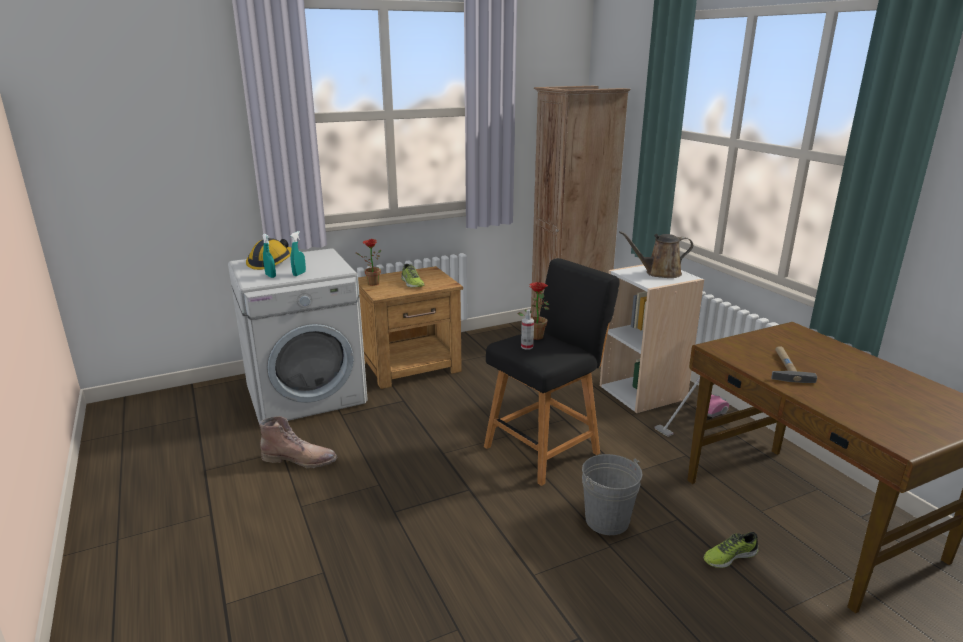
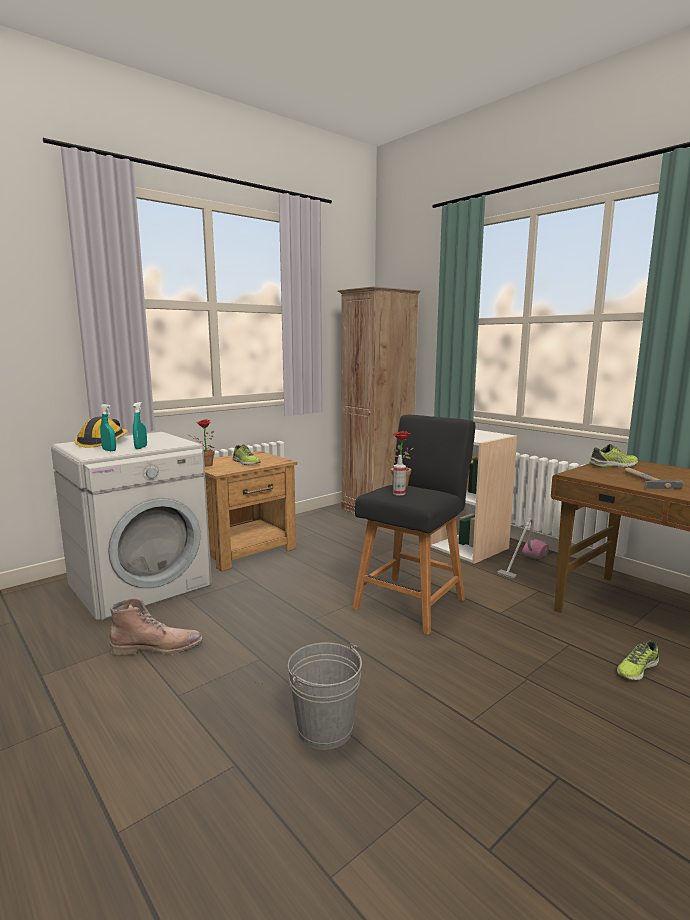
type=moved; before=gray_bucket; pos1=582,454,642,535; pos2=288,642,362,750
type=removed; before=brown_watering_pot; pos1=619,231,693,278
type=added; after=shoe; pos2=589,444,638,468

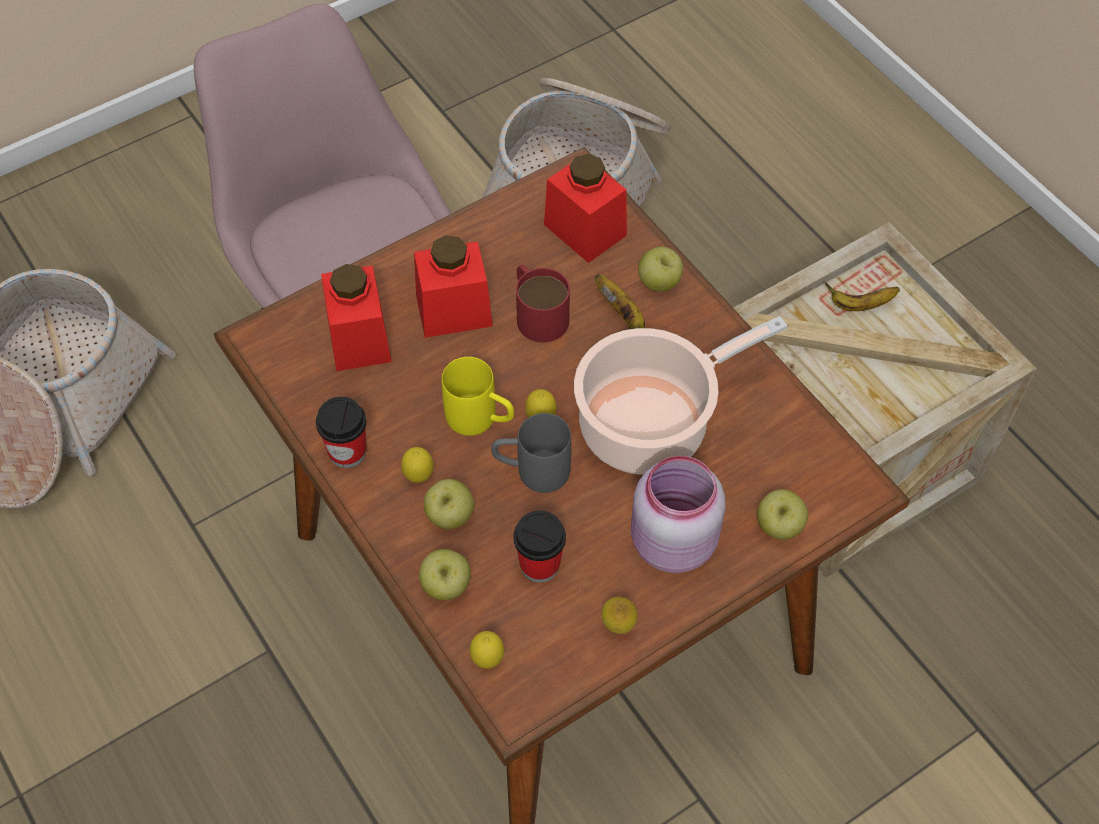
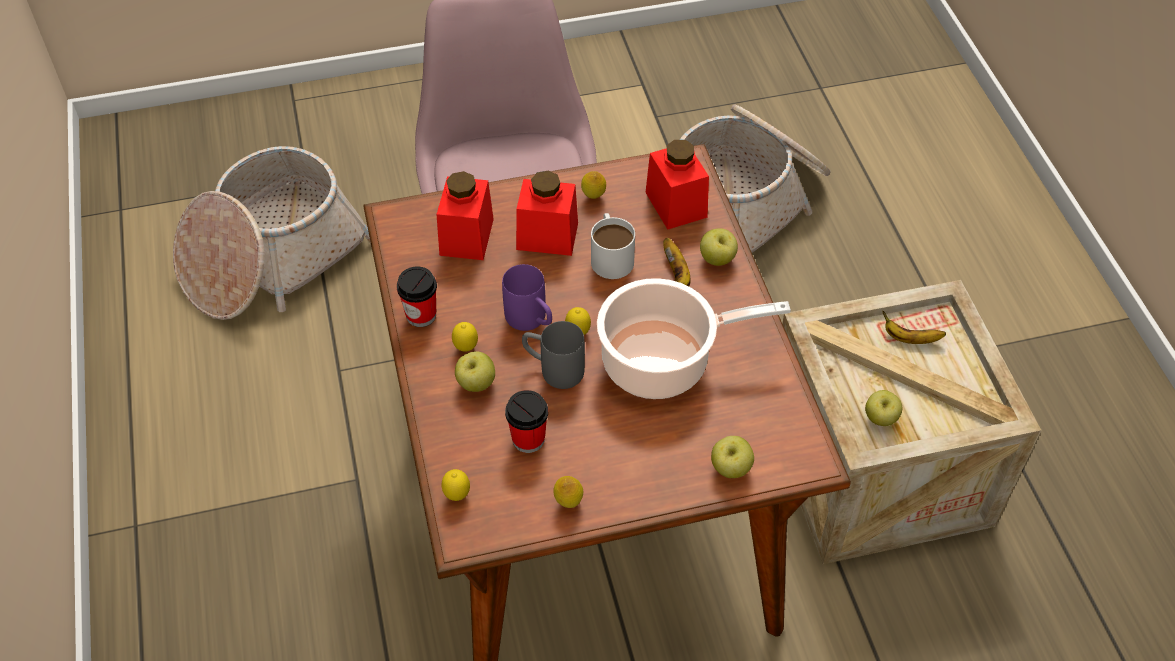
type=moved; before=apple_fruit; pos1=419,549,471,600; pos2=865,390,902,426
type=recoloured; before=yellow_coffee_mug; after=purple-coloured_coffee_mug; pos1=442,357,514,436; pos2=502,264,552,331
type=recoloured; before=reddish_coffee_mug; after=white-coloured_coffee_mug; pos1=516,265,570,342; pos2=591,213,635,279
type=removed; before=pink-coloured_storage_jar; pos1=631,456,725,573
type=added; after=lemon; pos2=581,171,606,199

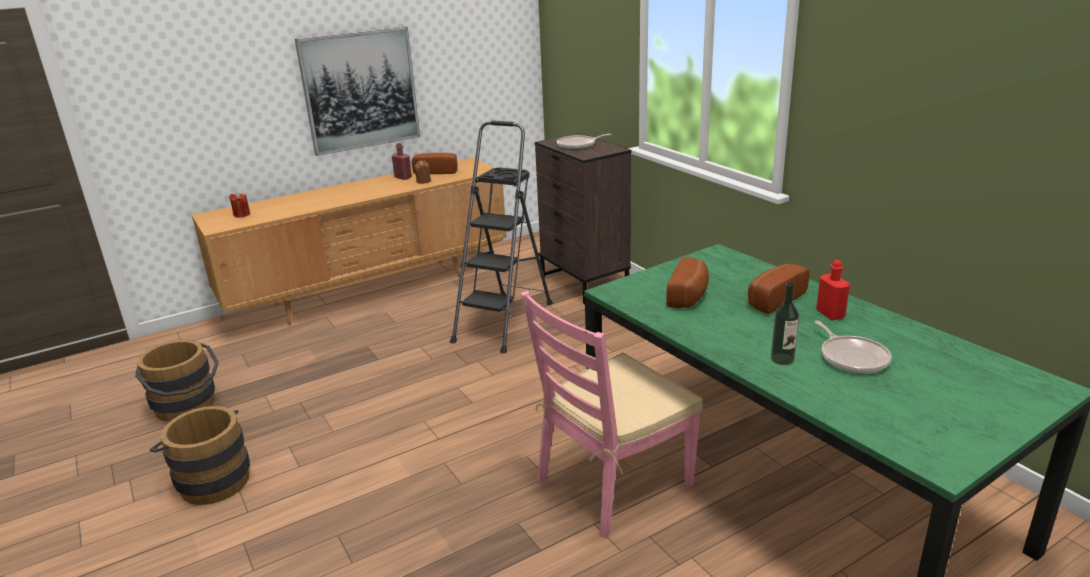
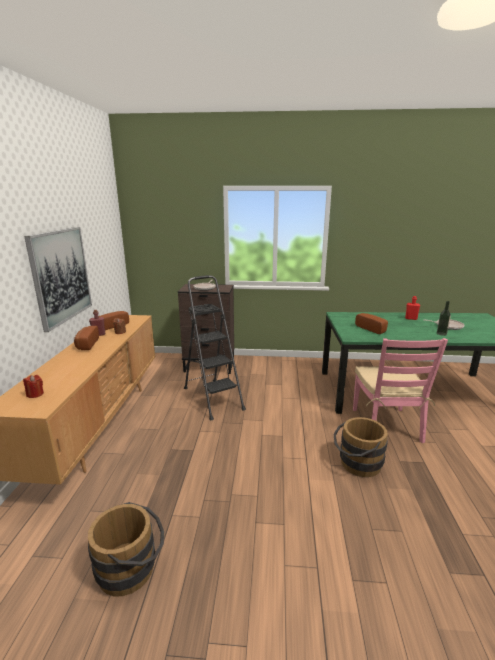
type=moved; before=brown_bucket; pos1=149,406,250,505; pos2=334,417,388,477
type=moved; before=baked_bread; pos1=748,264,809,314; pos2=74,326,99,350

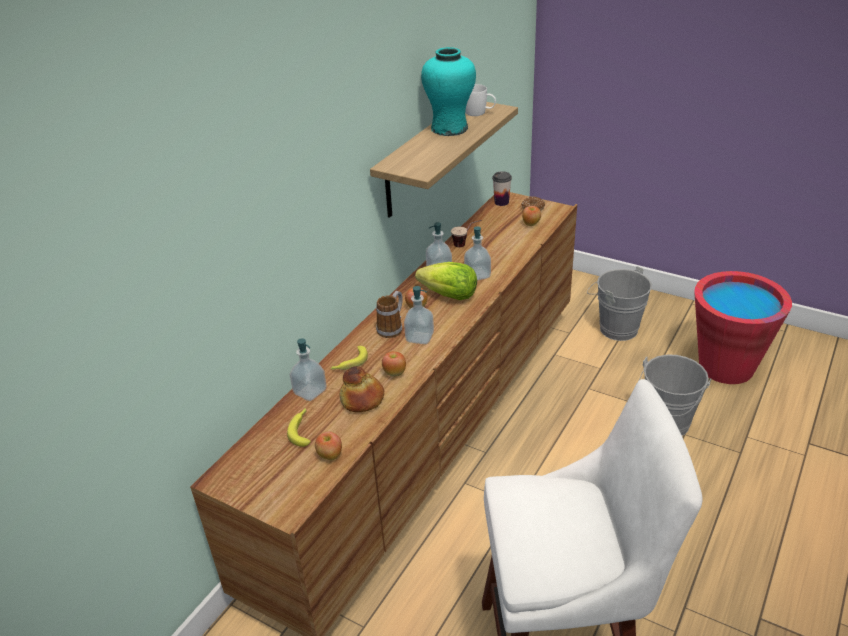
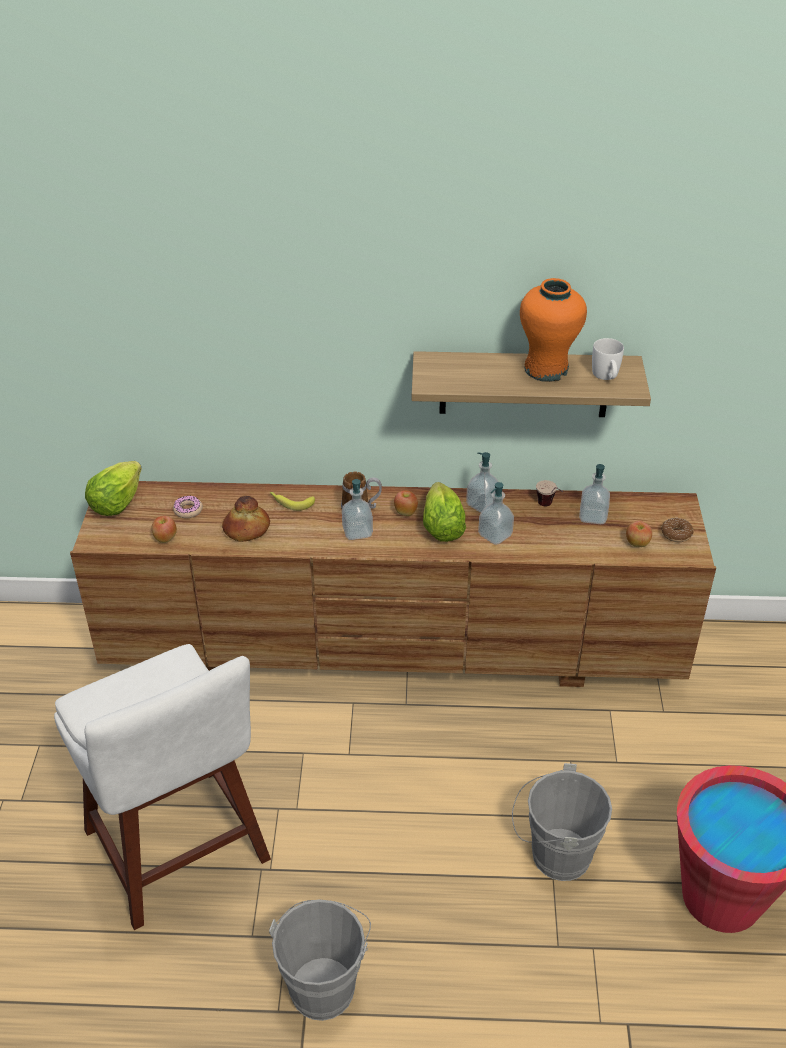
type=replaced; before=banana; after=doughnut; pos1=287,408,311,447; pos2=173,495,203,518
type=moved; before=soap_bottle; pos1=290,338,326,401; pos2=579,464,610,524
type=removed; before=apple_fruit; pos1=382,351,406,377
type=recoloured; before=turquoise-coloured_decorative_vase; after=orange_decorative_vase; pos1=421,47,476,136; pos2=520,278,587,382
type=removed; before=small_cup; pos1=492,171,512,206
type=moved; before=gray_bucket; pos1=587,266,652,341; pos2=269,899,371,1021
type=added; after=lettuce_head; pos2=85,461,142,516

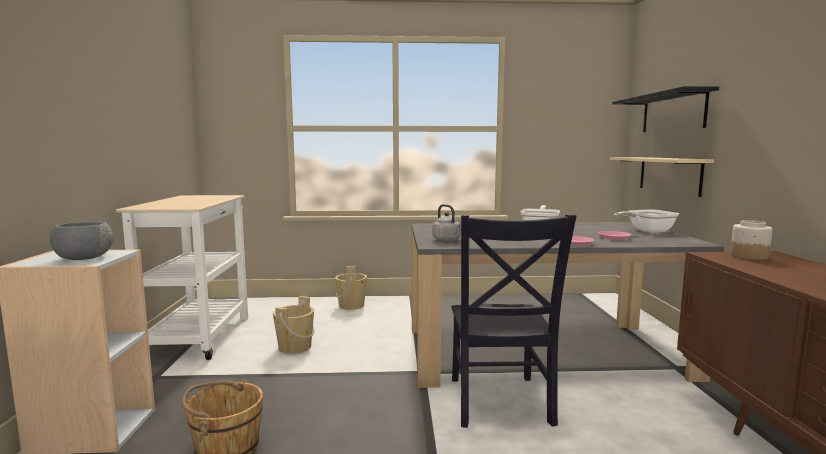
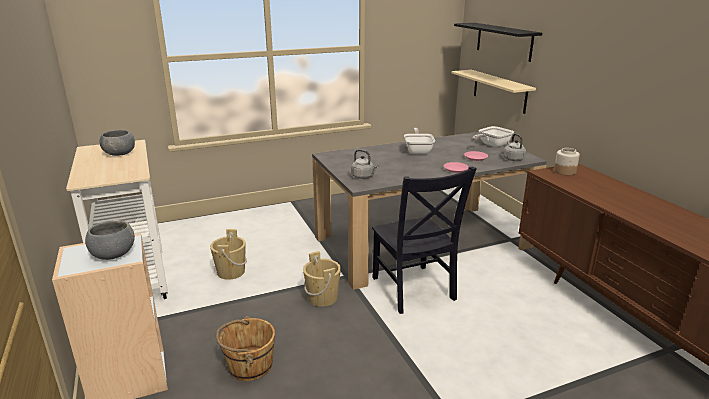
type=moved; before=beige-coloured_bucket; pos1=335,266,367,310; pos2=303,251,341,307
type=added; after=gray_deep_dish; pos2=99,130,135,156
type=added; after=gray_water_kettle; pos2=504,134,526,161

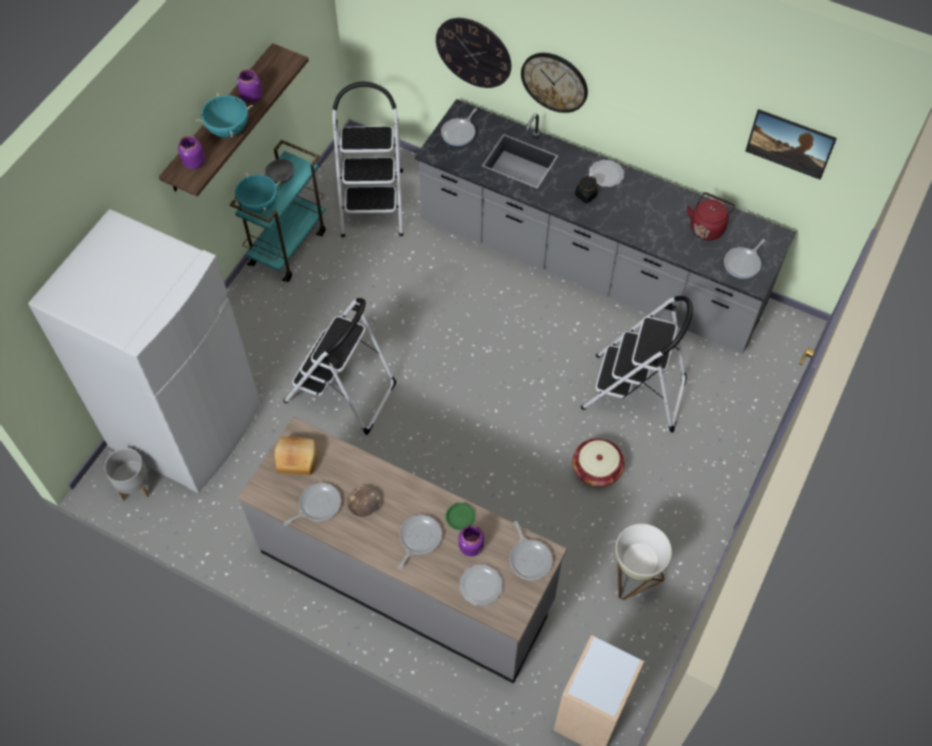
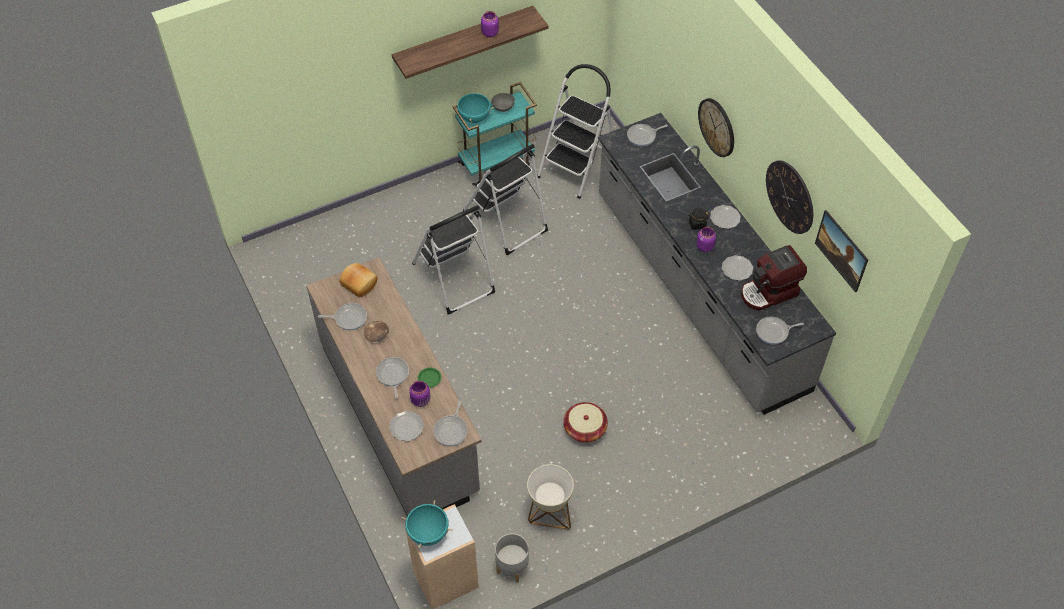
type=removed; before=white-coloured_kitchen_fridge; pos1=28,209,261,494
type=moved; before=gray_flower_pot; pos1=104,448,150,501; pos2=495,533,529,583
type=moved; before=purple-coloured_storage_jar; pos1=178,136,205,169; pos2=696,227,716,252
type=moved; before=turquoise-coloured_saucepot; pos1=196,93,253,138; pos2=401,500,453,548
type=turned; before=frying_pan; pos1=398,515,442,570; pos2=376,357,409,399; turn=-75
type=moved; before=wall_clock; pos1=436,18,511,88; pos2=766,160,813,234
type=moved; before=step_ladder; pos1=581,296,693,433; pos2=463,144,548,255
type=replaced; before=reddish_water_kettle; after=coffee_maker; pos1=687,192,735,240; pos2=741,245,807,310
type=added; after=plate; pos2=722,255,753,281

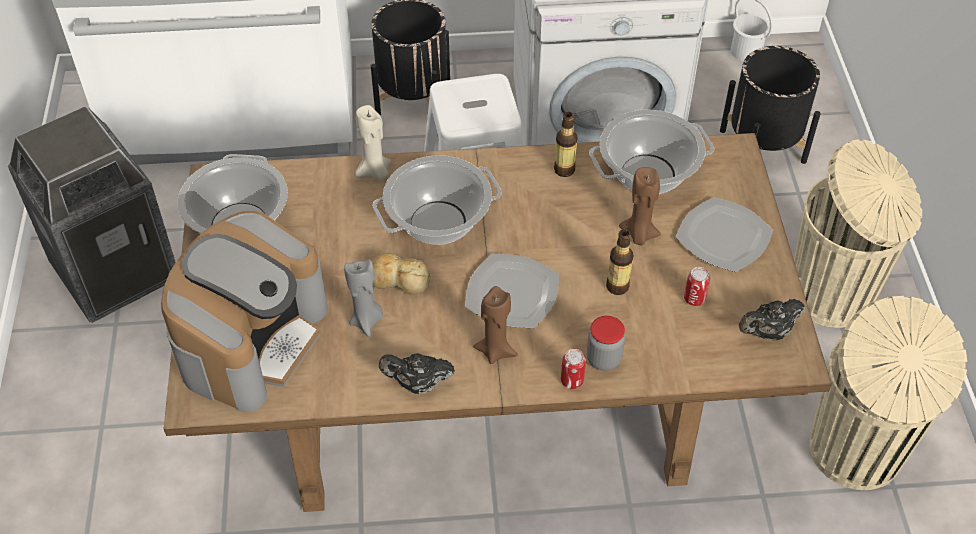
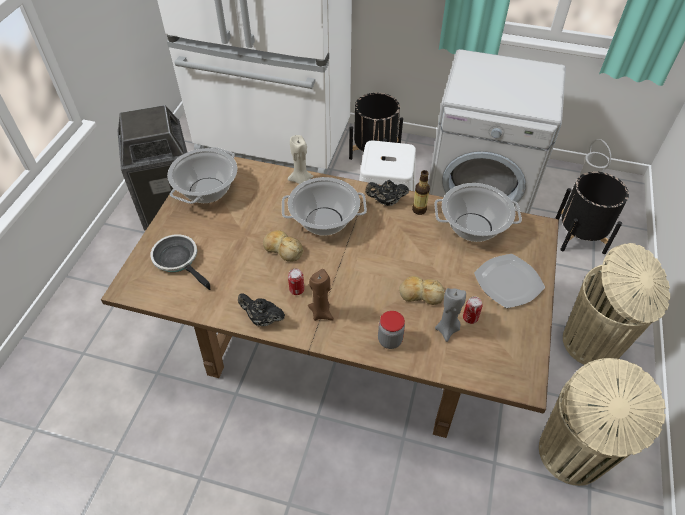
type=replaced; before=coffee_maker; after=frying_pan; pos1=161,211,328,412; pos2=150,234,210,290
type=moved; before=gray_wax_light; pos1=344,260,383,337; pos2=435,288,466,342
type=removed; before=plate; pos1=465,254,559,328
type=moved; before=metal_can; pos1=561,349,586,389; pos2=288,268,304,295
type=replaced; before=drink_bottle; after=baked_bread; pos1=606,229,633,295; pos2=399,276,444,305
type=removed; before=brown_wax_light; pos1=619,167,661,245
type=moved; before=blackish_tea_pot; pos1=739,299,805,340; pos2=365,180,409,206

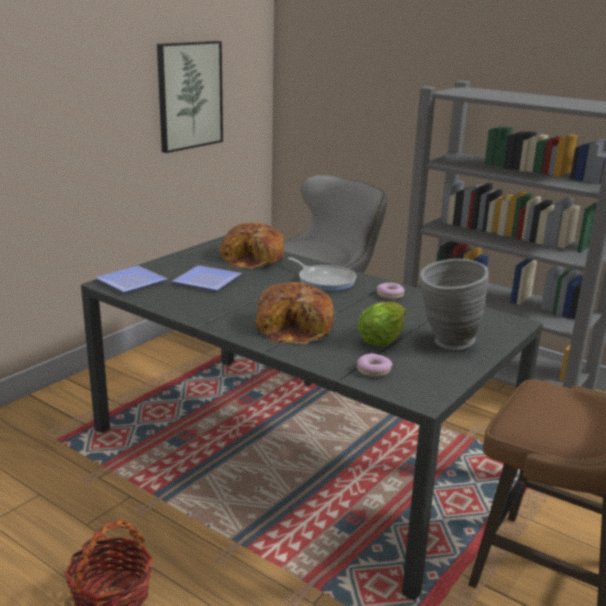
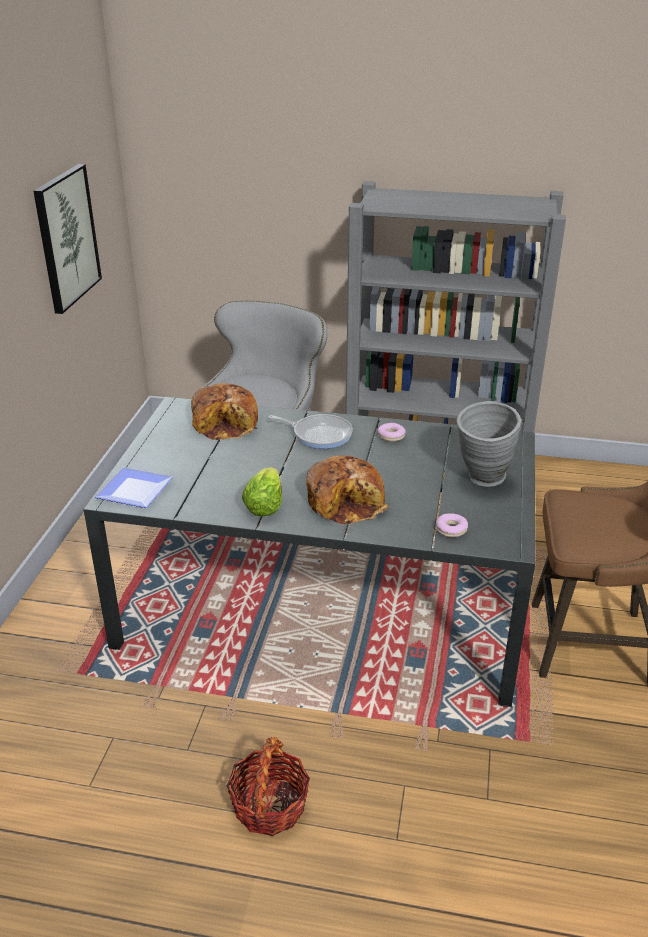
type=removed; before=plate; pos1=172,265,242,291
type=moved; before=lettuce_head; pos1=358,302,406,346; pos2=242,467,282,516

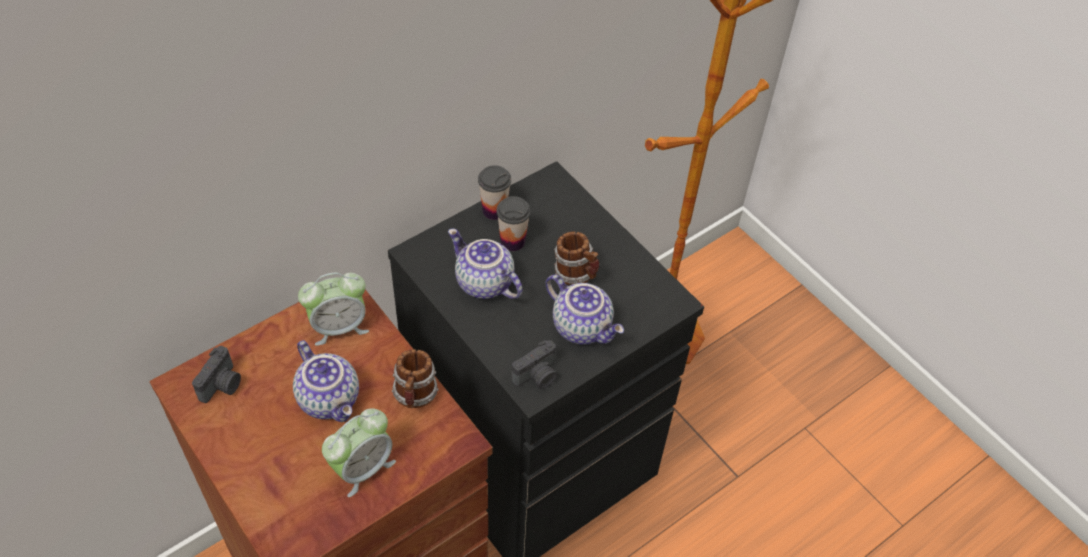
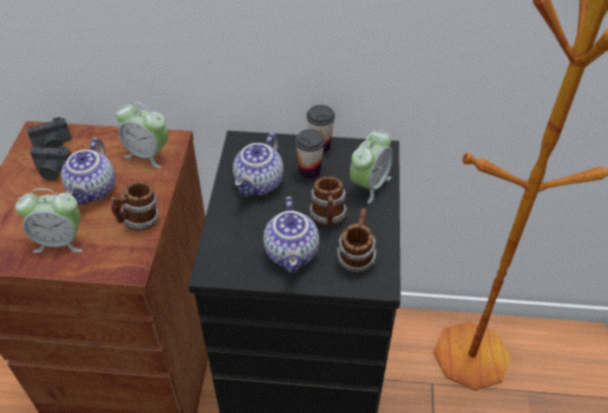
type=turned; before=tea_pot; pos1=448,229,522,299; pos2=233,133,284,196; turn=-150
type=moved; before=photo_camera; pos1=512,340,557,389; pos2=30,146,72,181
type=added; after=coffee_mug; pos2=336,208,377,273
type=added; after=bedside_clock; pos2=350,130,393,204

